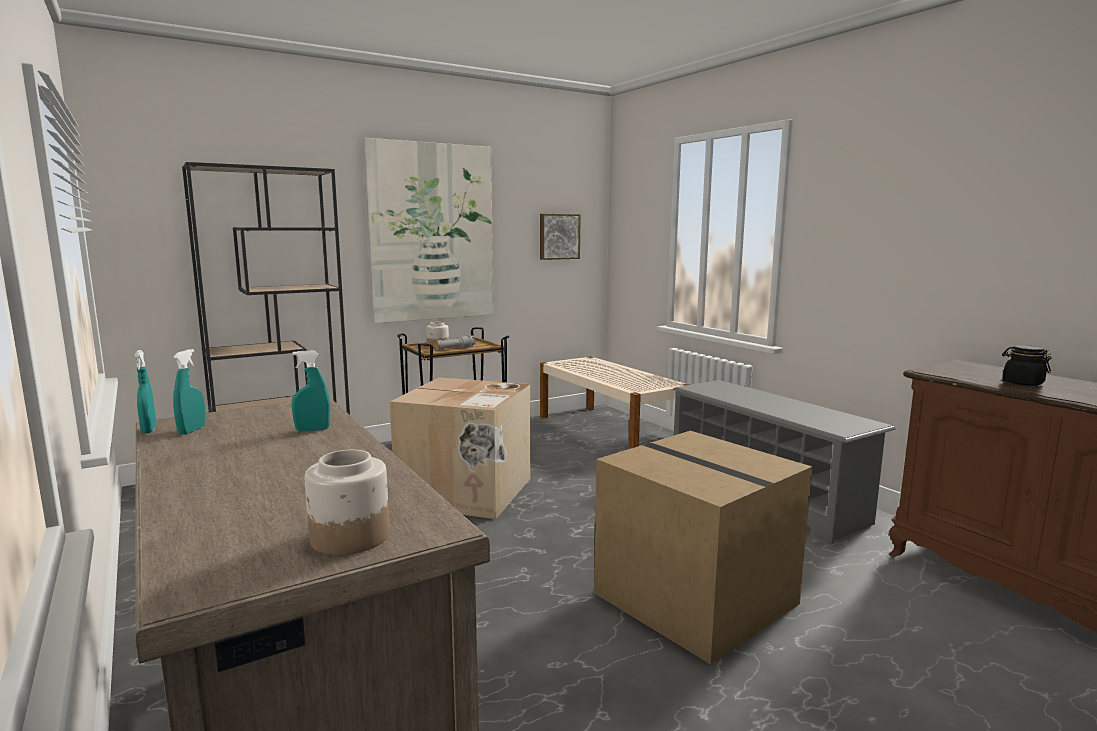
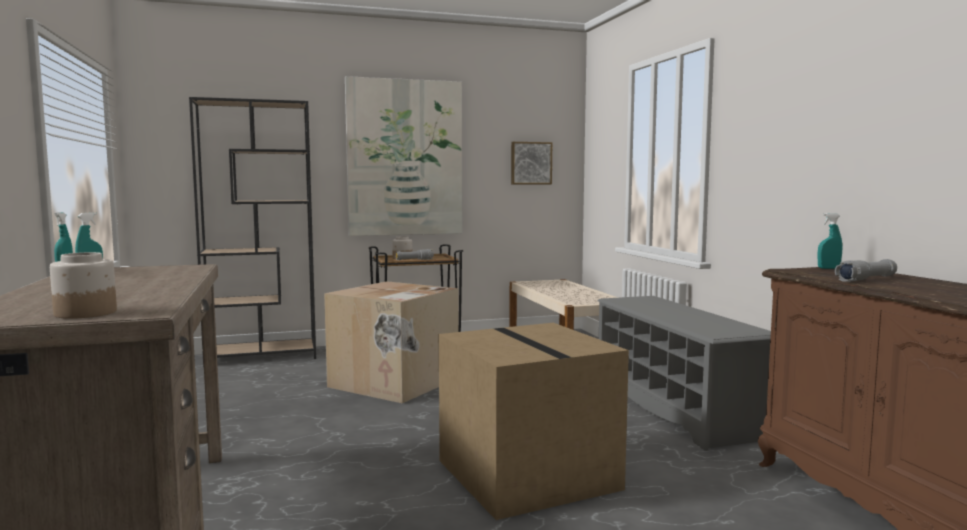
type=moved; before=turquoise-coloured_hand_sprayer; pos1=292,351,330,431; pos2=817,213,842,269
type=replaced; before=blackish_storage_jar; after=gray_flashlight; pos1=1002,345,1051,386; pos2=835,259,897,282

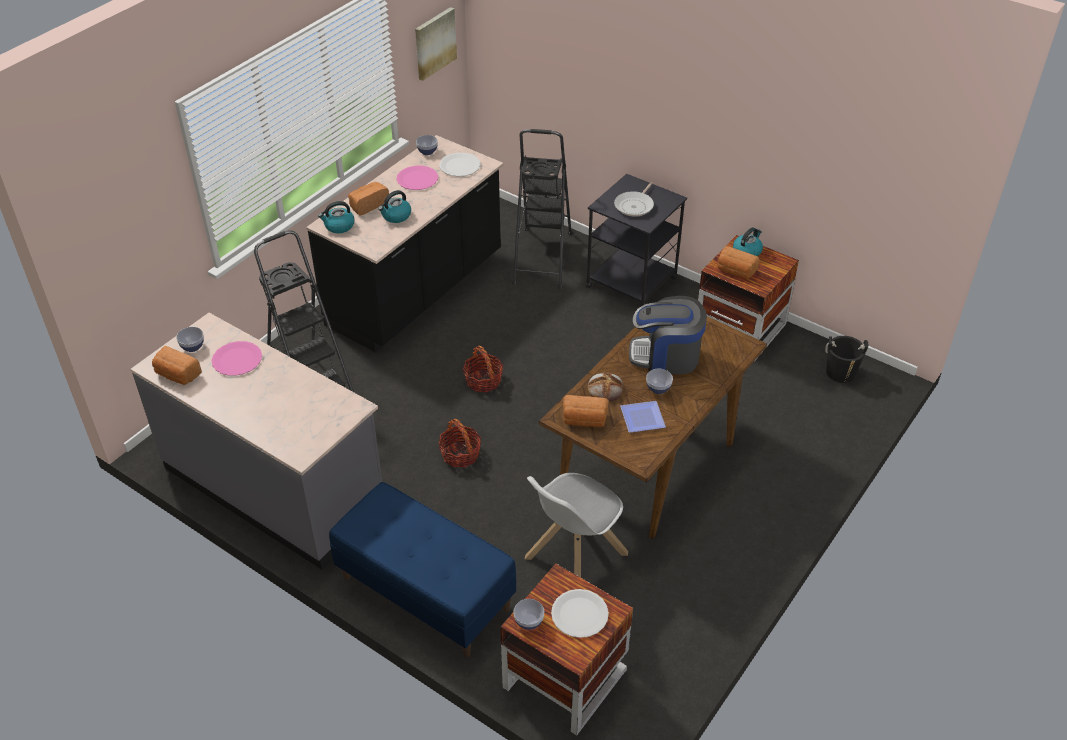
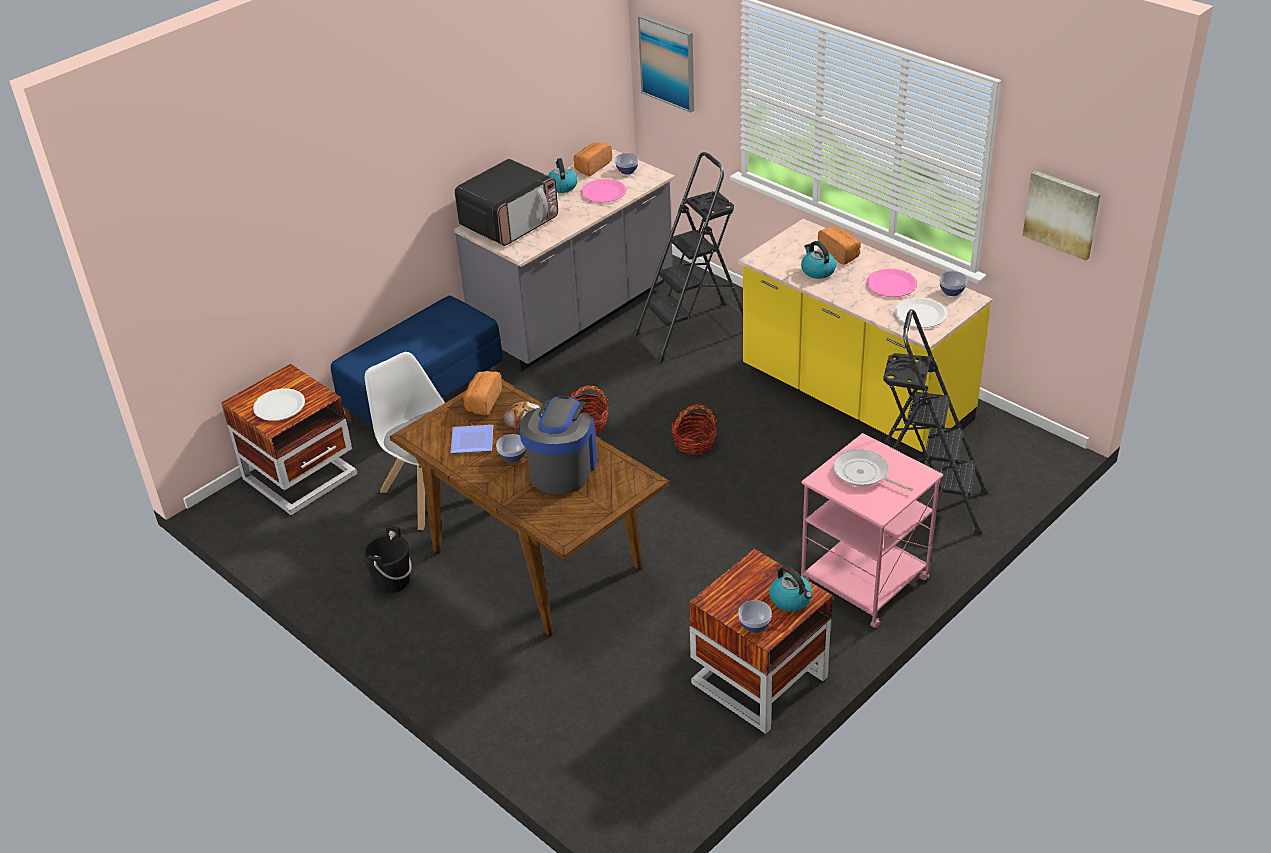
type=recoloured; before=blackish_kitchen_base_unit; after=yellow_kitchen_base_unit; pos1=306,135,504,352; pos2=738,219,993,457
type=moved; before=water_kettle; pos1=318,201,355,233; pos2=548,158,578,193
type=moved; before=deep_dish; pos1=514,599,544,630; pos2=738,600,772,633
type=recoloured; before=blackish_cart; after=pink-coloured_cart; pos1=586,174,687,309; pos2=801,433,943,628
type=removed; before=baked_bread; pos1=718,246,760,279
type=moved; before=blackish_bucket; pos1=825,336,869,383; pos2=362,525,412,593
type=added; after=microwave_oven; pos2=455,159,558,246
type=added; after=picture; pos2=638,15,694,113

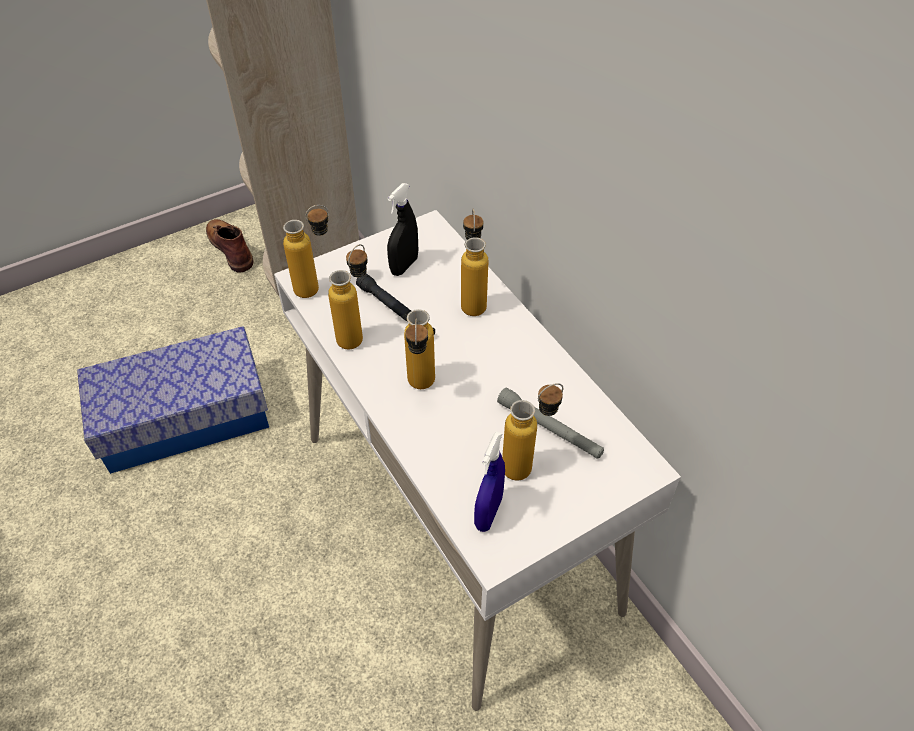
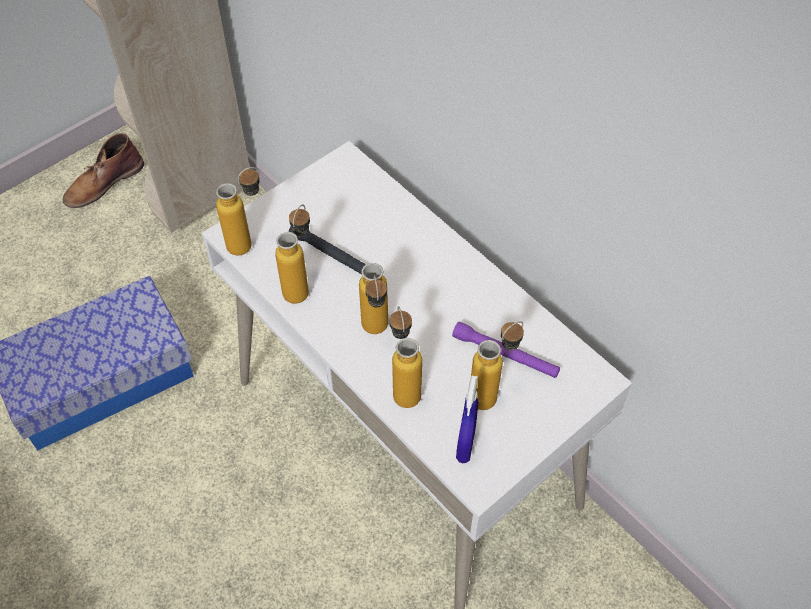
type=turned; before=brown_tall_boot; pos1=206,219,254,272; pos2=63,133,144,208; turn=-90
type=removed; before=blackish_hand_sprayer; pos1=387,183,418,276
type=moved; before=drink_bottle; pos1=461,209,488,316; pos2=390,306,422,408
type=recoloured; before=gray_flashlight; after=purple-coloured_flashlight; pos1=497,388,604,459; pos2=452,322,560,378

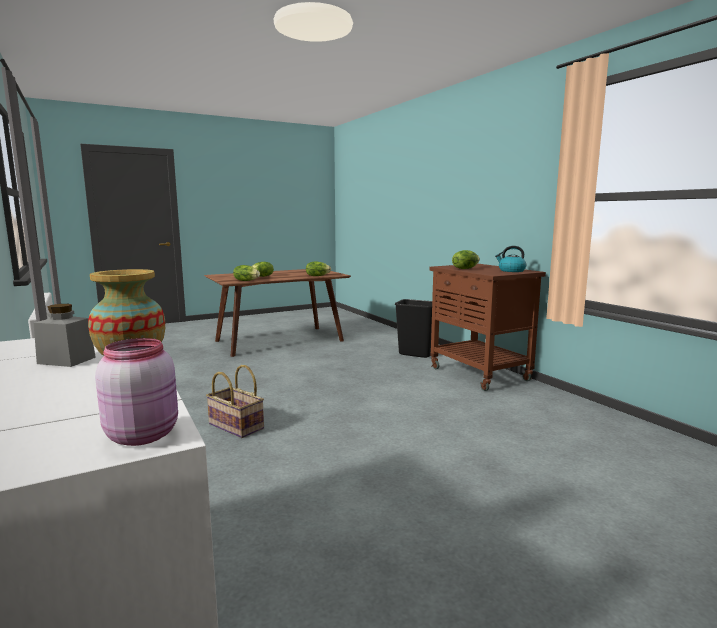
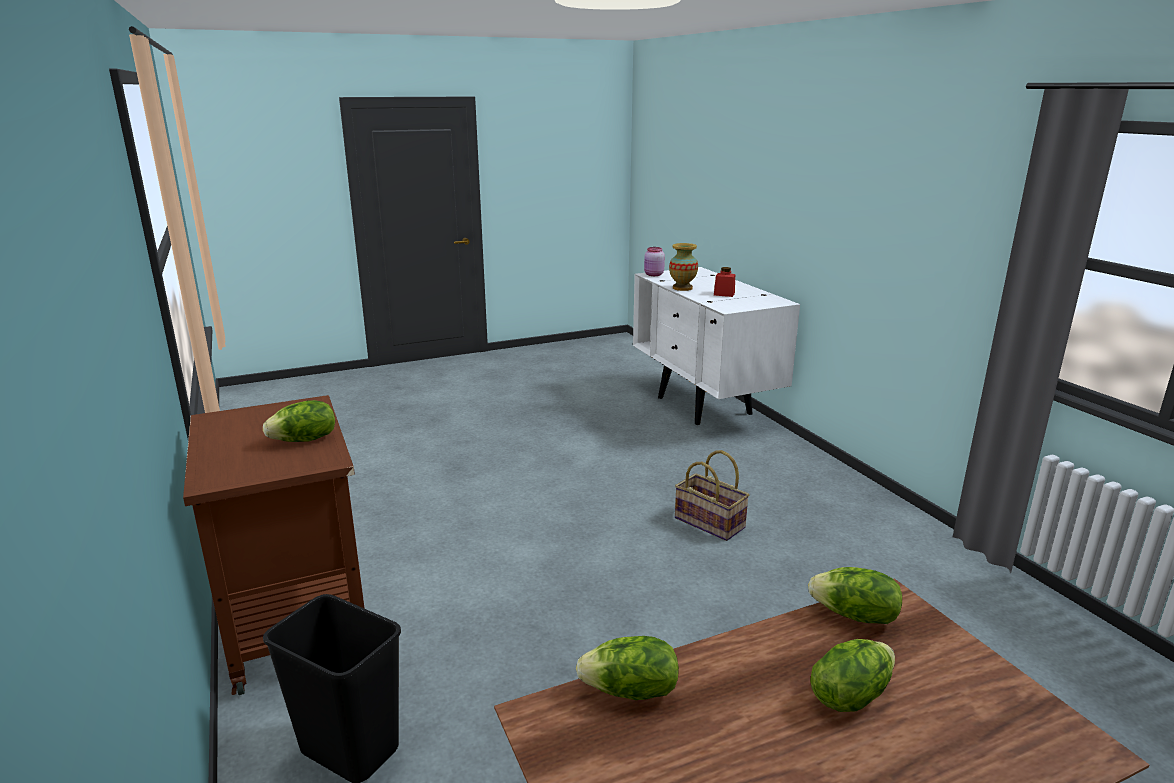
type=recoloured; before=gray_storage_jar; after=reddish_storage_jar; pos1=34,304,96,367; pos2=714,267,735,297
type=removed; before=water_kettle; pos1=495,246,526,272

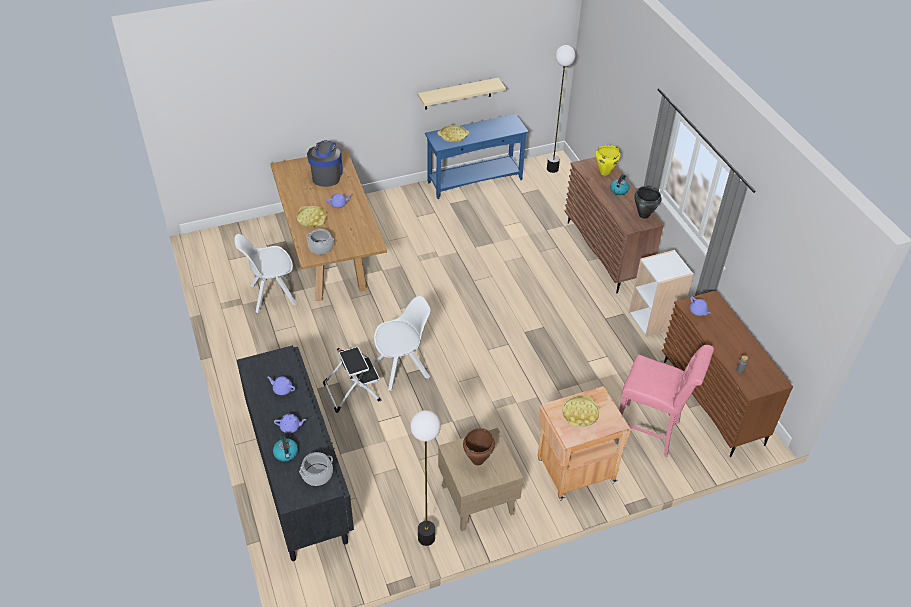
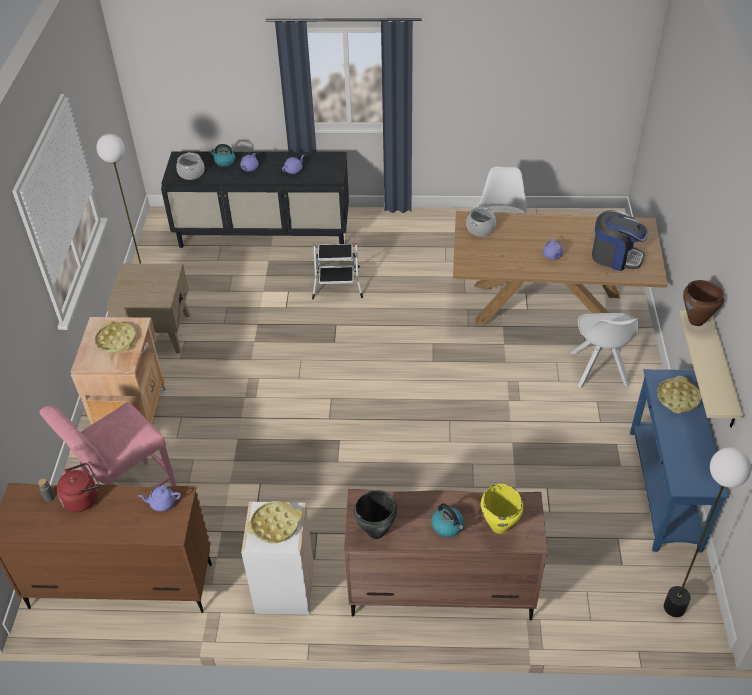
type=moved; before=yellow_carrying_tray; pos1=297,206,327,227; pos2=246,501,303,543
type=moved; before=white-coloured_upright_chair; pos1=374,296,431,391; pos2=570,313,639,388
type=moved; before=brown_saucepot; pos1=463,428,495,465; pos2=683,280,724,326
type=added; after=reddish_water_kettle; pos2=57,463,99,512

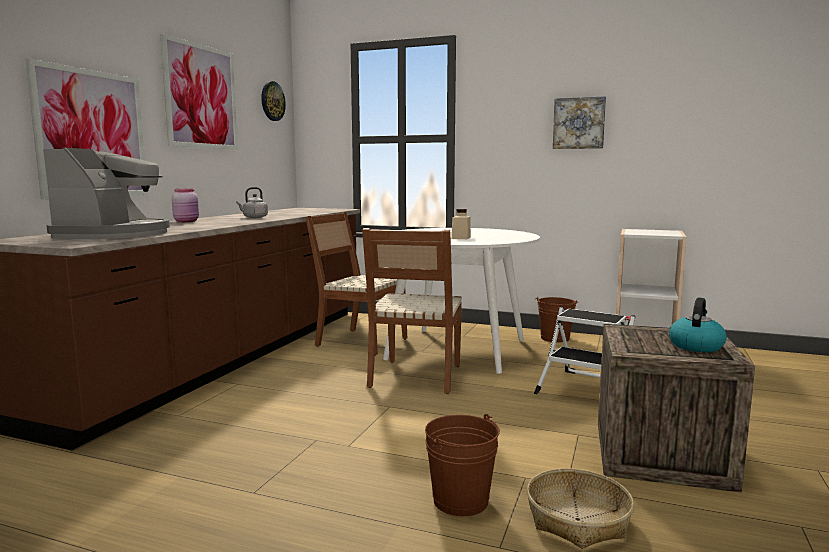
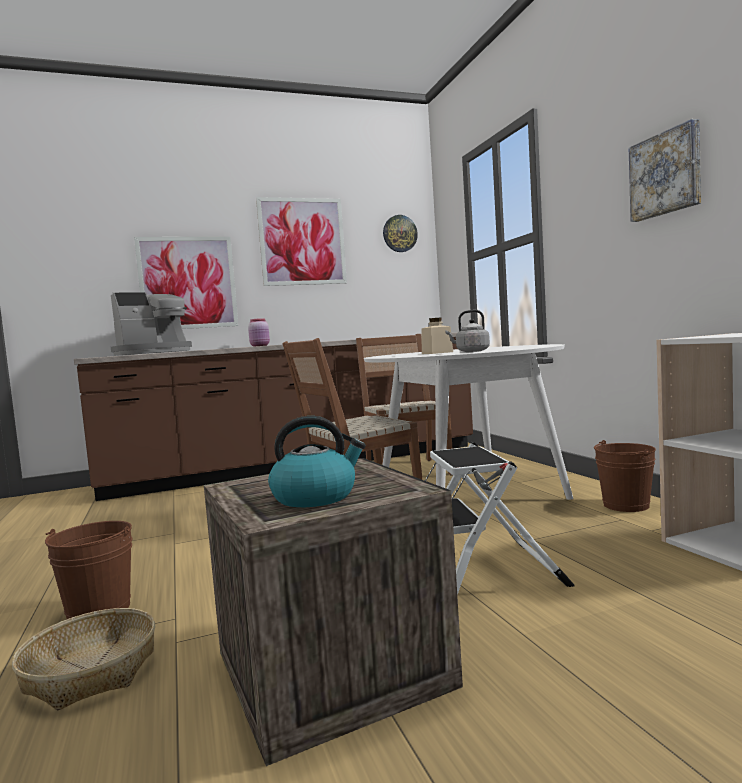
type=moved; before=gray_water_kettle; pos1=236,187,268,218; pos2=446,310,490,352

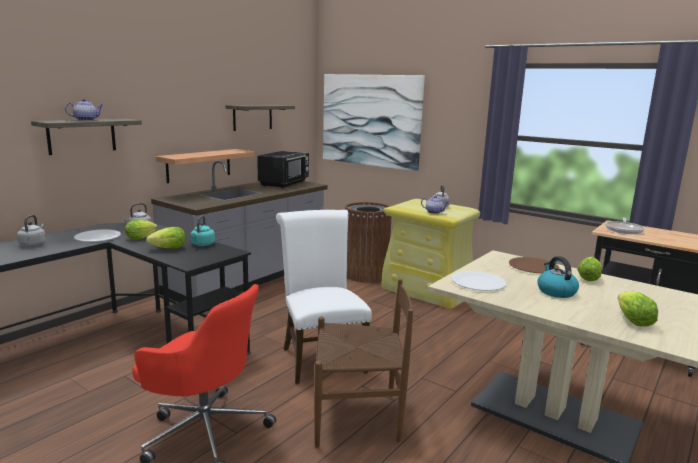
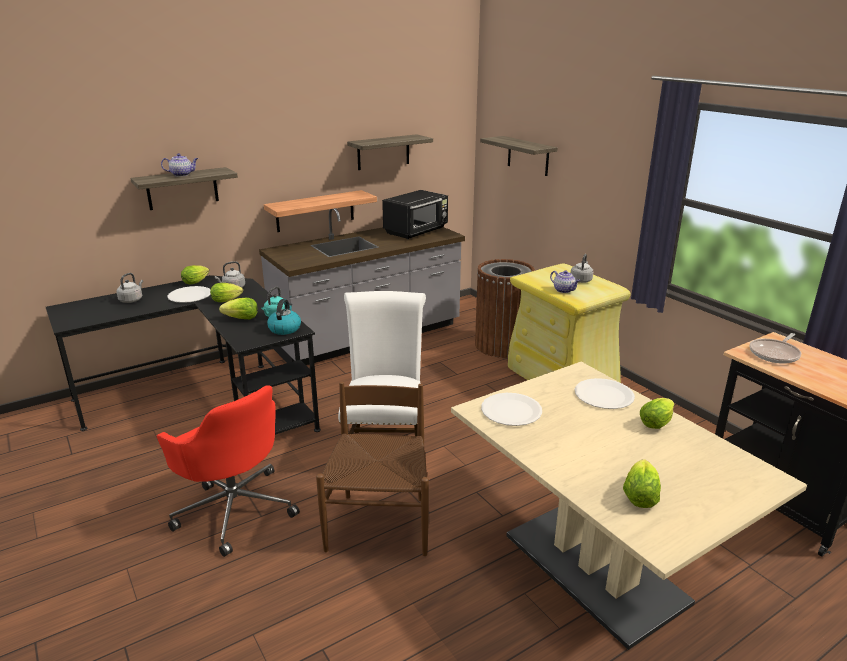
type=turned; before=brown_upright_chair; pos1=314,279,413,448; pos2=316,382,429,556; turn=-105
type=replaced; before=picture; after=shelf; pos1=323,74,425,172; pos2=480,136,557,176
type=recoloured; before=brown_plate; after=white-coloured_plate; pos1=509,257,560,273; pos2=575,378,635,409
type=moved; before=water_kettle; pos1=537,256,579,298; pos2=267,299,301,335
type=added; after=lettuce_head; pos2=181,265,209,284

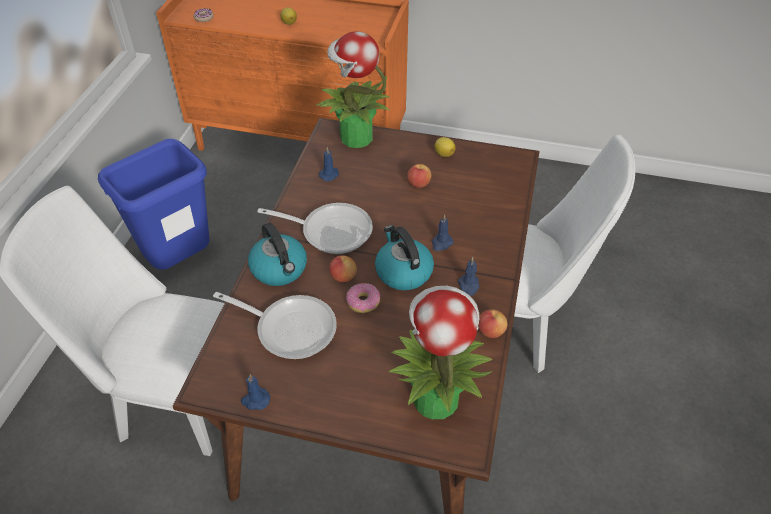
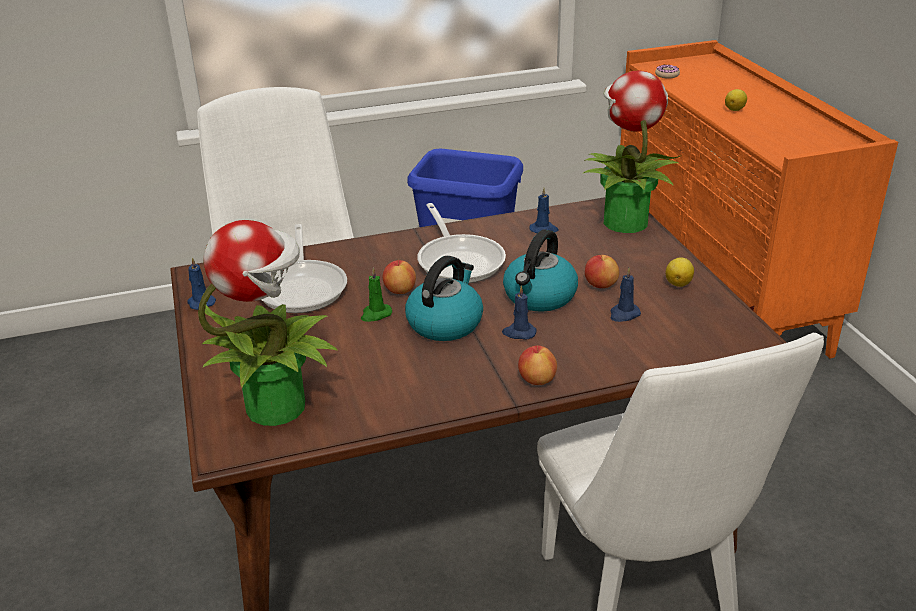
type=moved; before=water_kettle; pos1=248,223,307,286; pos2=503,230,578,312
type=replaced; before=doughnut; after=green_wax_light; pos1=346,283,380,313; pos2=361,268,392,322
type=moved; before=bluish_wax_light; pos1=458,257,480,296; pos2=610,267,641,322
type=moved; before=apple_fruit; pos1=478,309,508,338; pos2=518,346,557,385

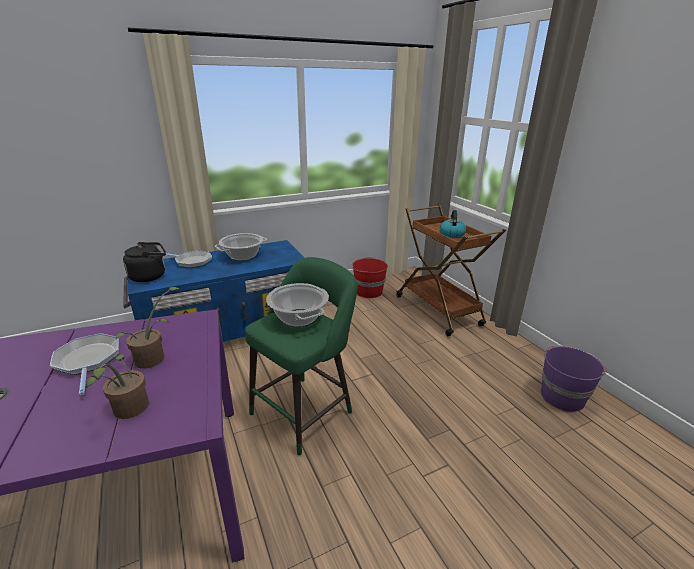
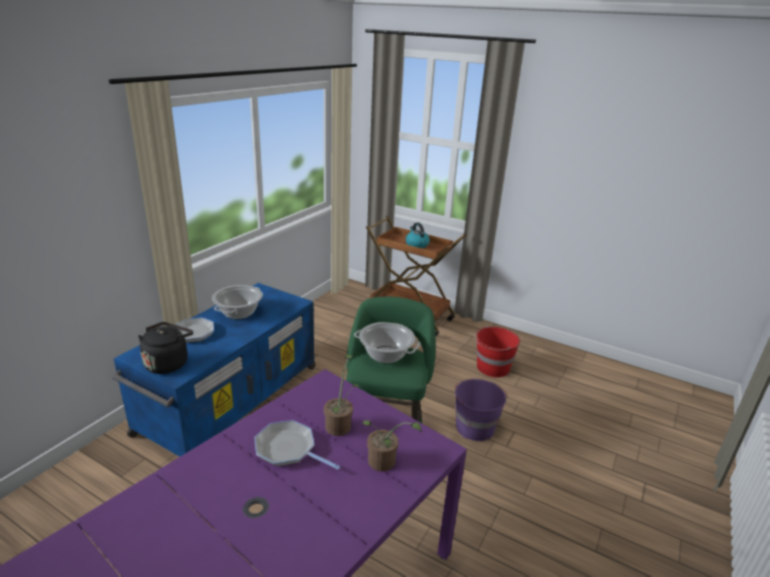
type=moved; before=reddish_bucket; pos1=351,257,388,298; pos2=474,326,520,377
type=moved; before=purple-coloured_bucket; pos1=541,345,607,412; pos2=455,378,507,441

